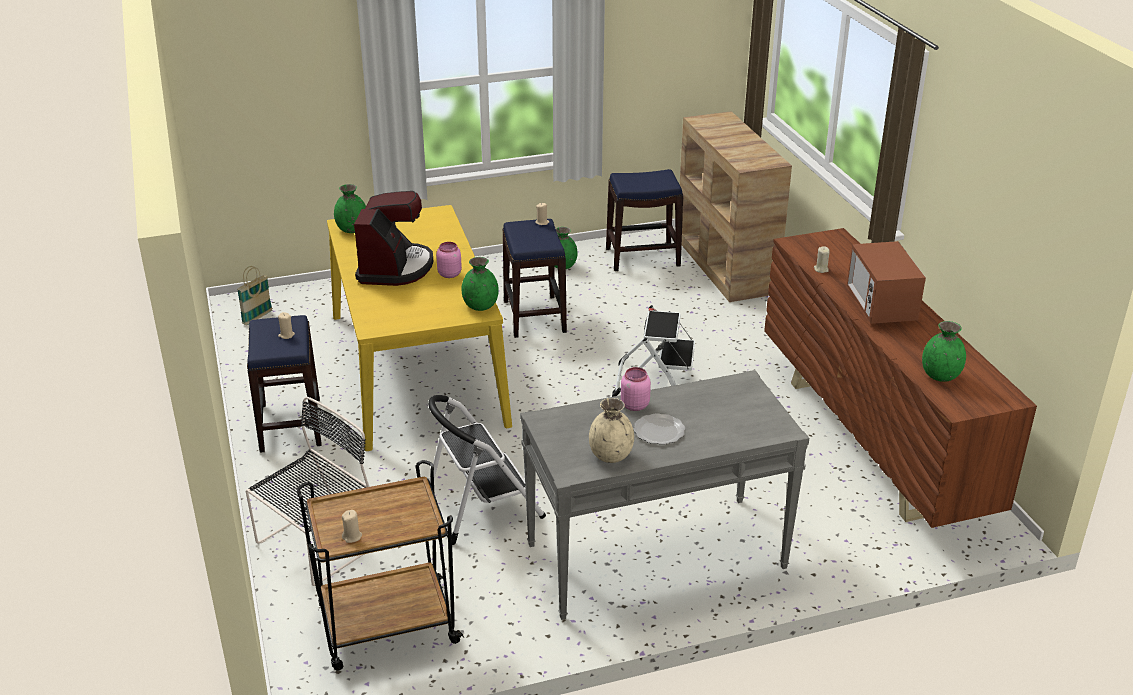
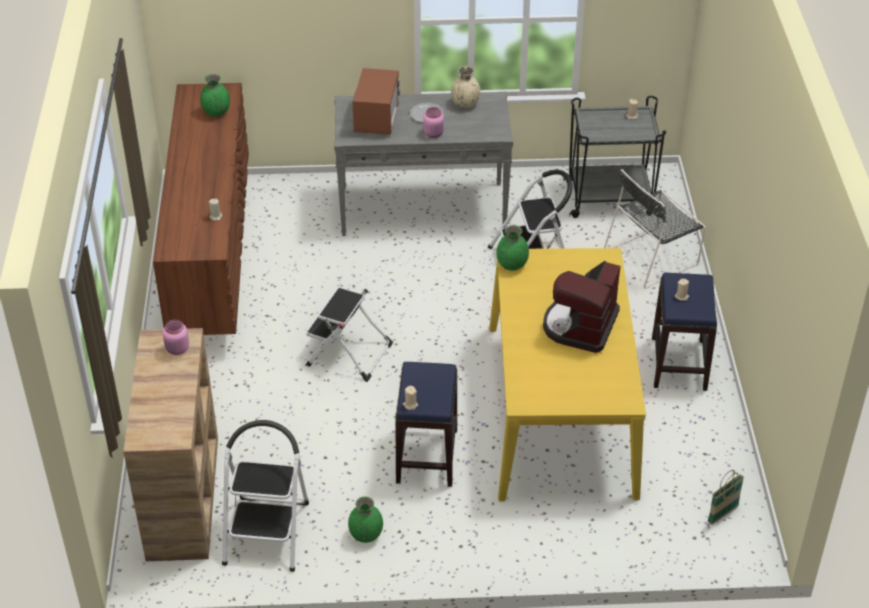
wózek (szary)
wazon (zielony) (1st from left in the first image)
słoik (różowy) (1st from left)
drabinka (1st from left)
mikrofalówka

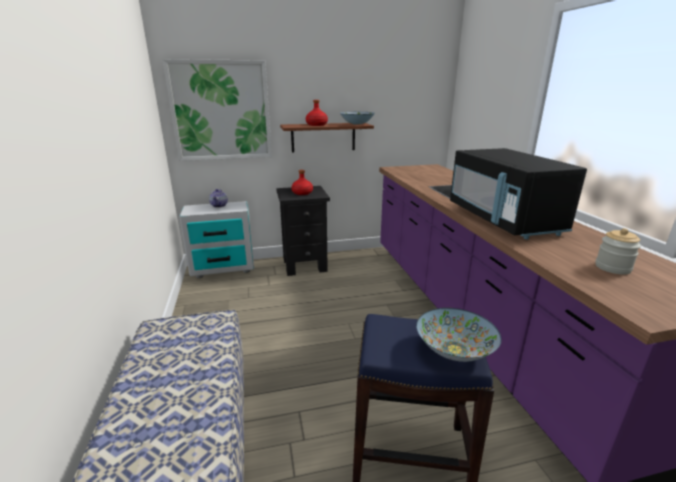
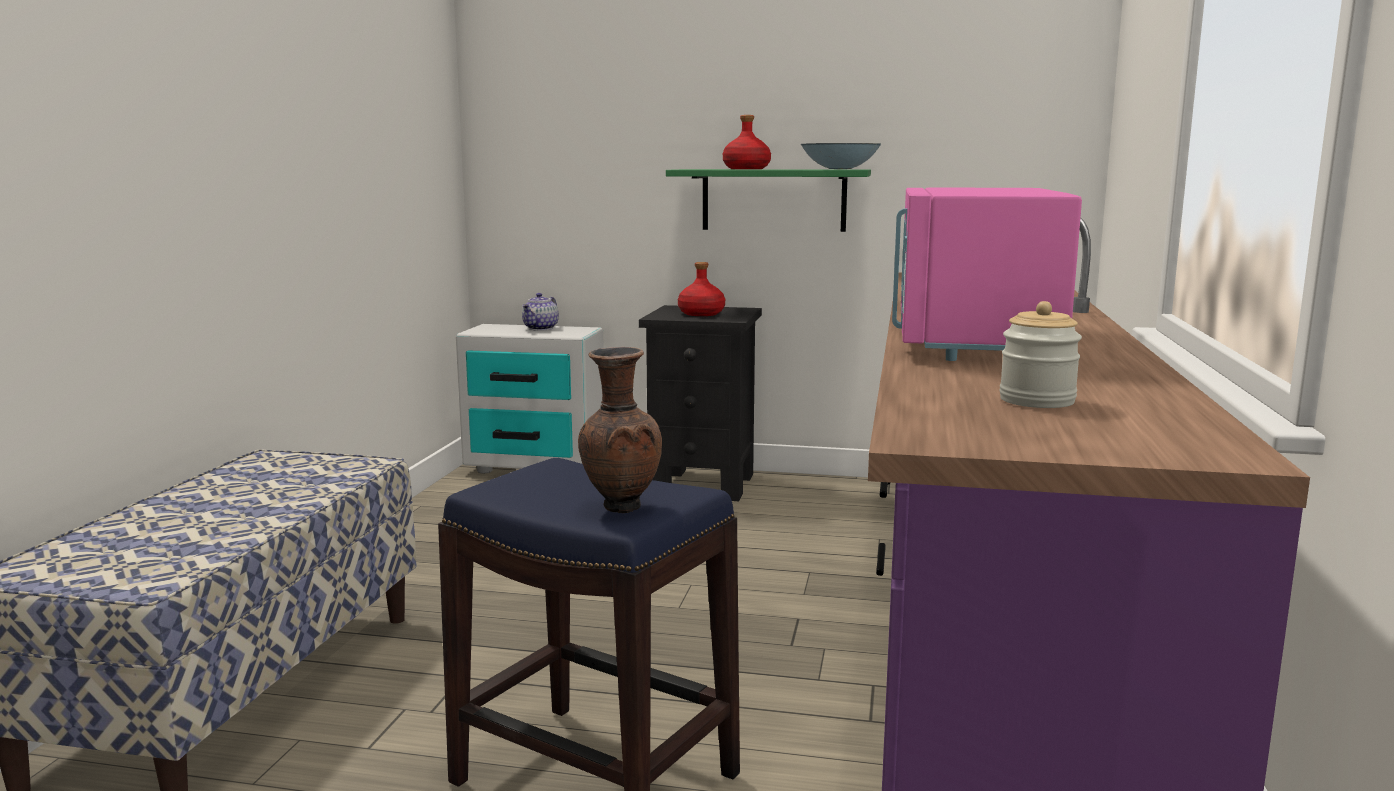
obraz
półka (zielony)
wazon (brązowy)
mikrofalówka (różowy)

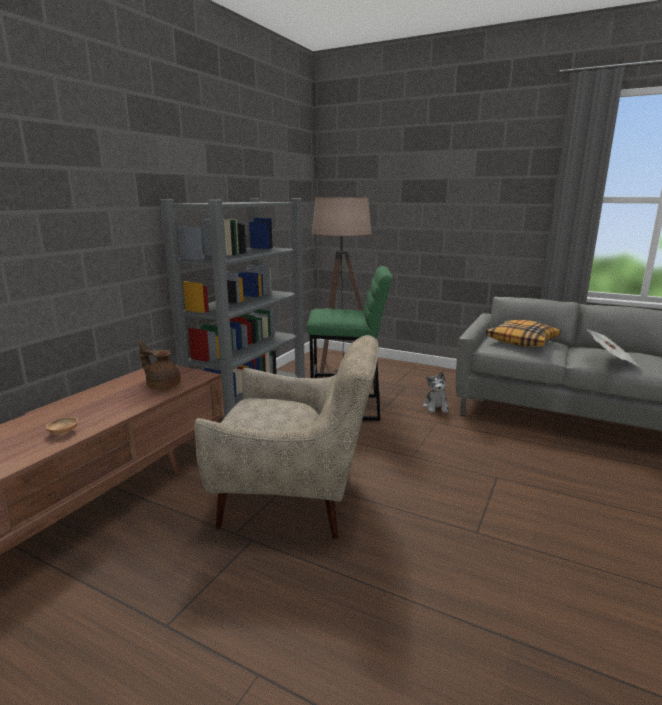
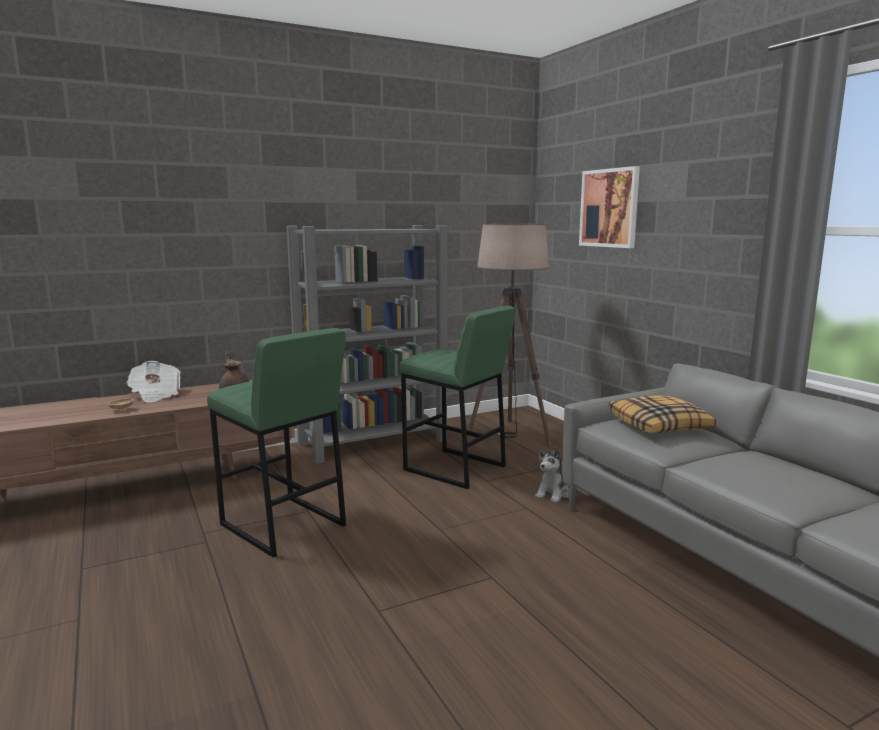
stołek (zielony) (1st from left)
gazeta
obraz

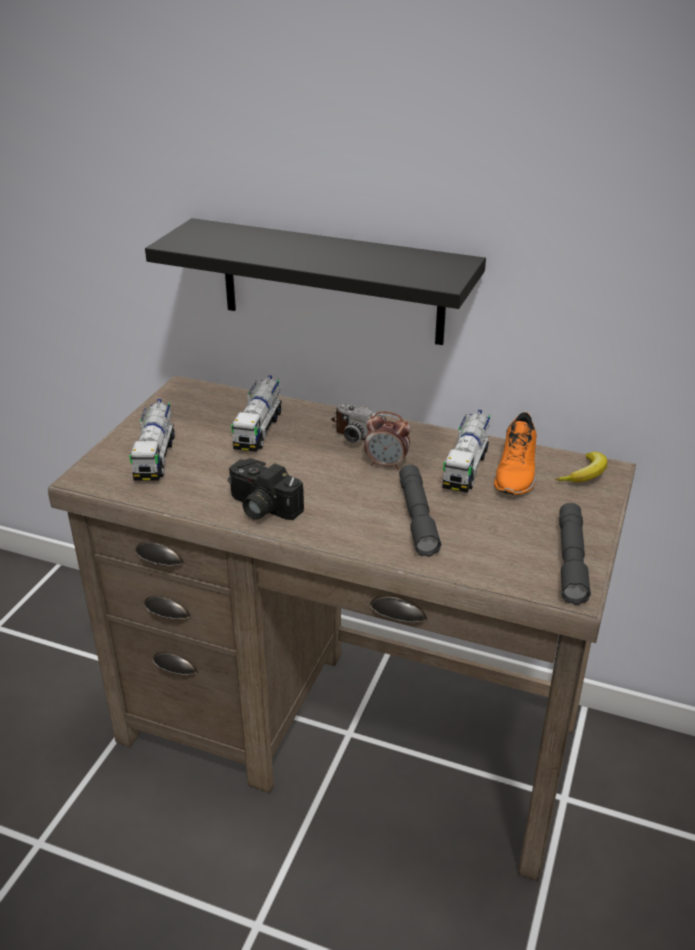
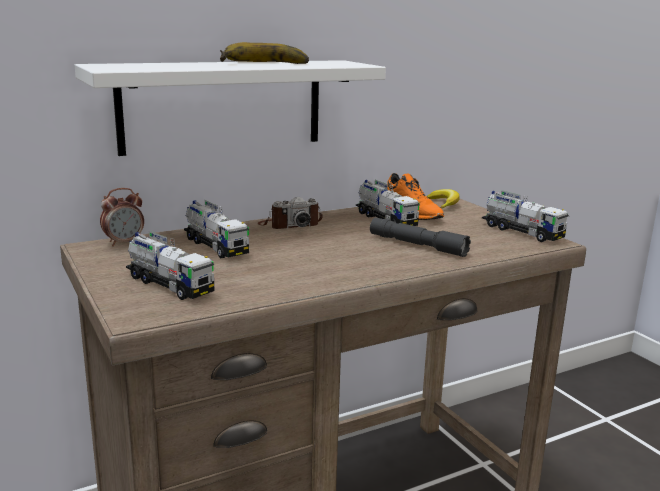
półka (biały)
aparat fotograficzny (1st from left in the first image)
budzik
ciężarówka zabawkowa (4th from left)
banan (1st from left)

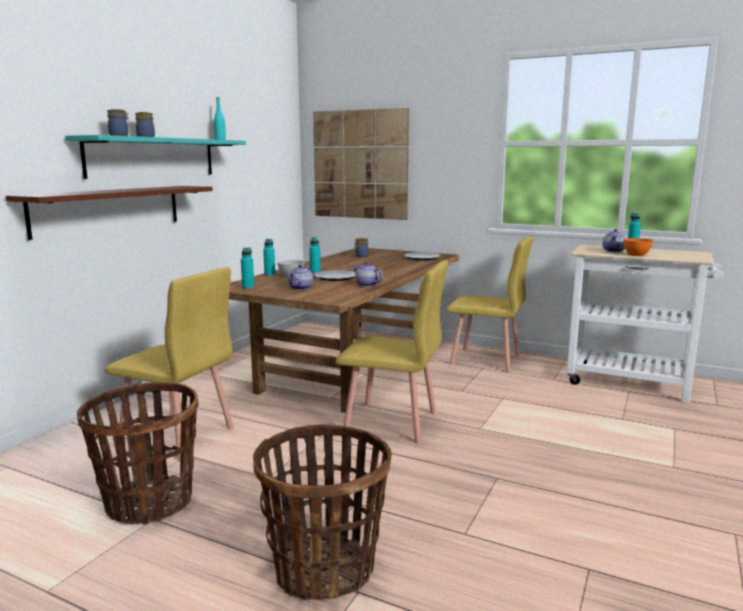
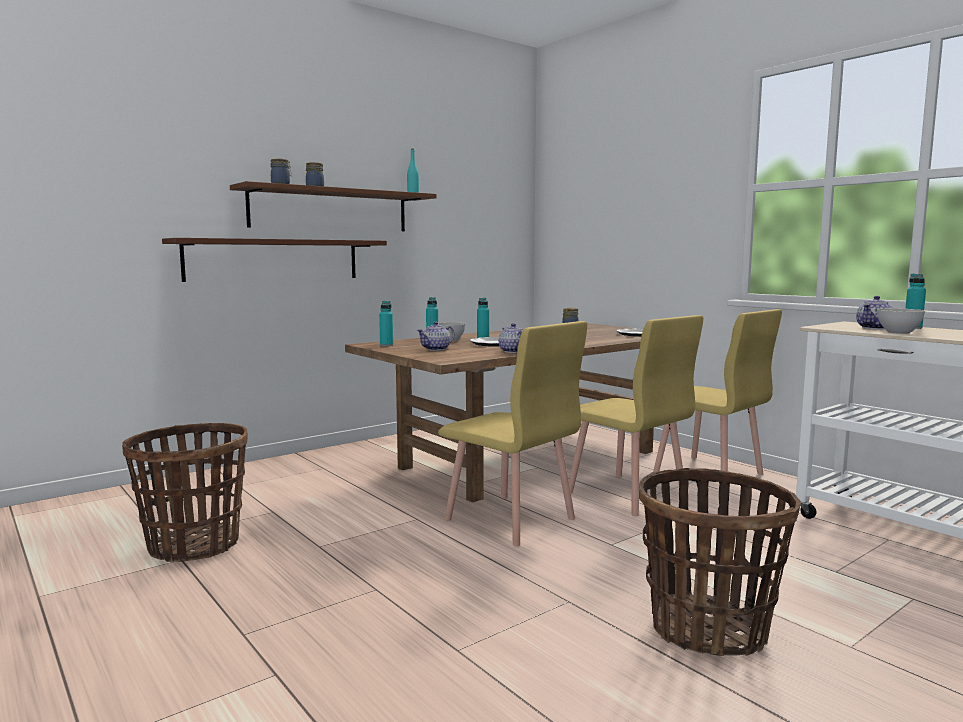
półka (brązowy) (2nd from left)
krzesło (żółty) (2nd from left)
koszyk (2nd from left)
obraz
miska (szary) (2nd from left)

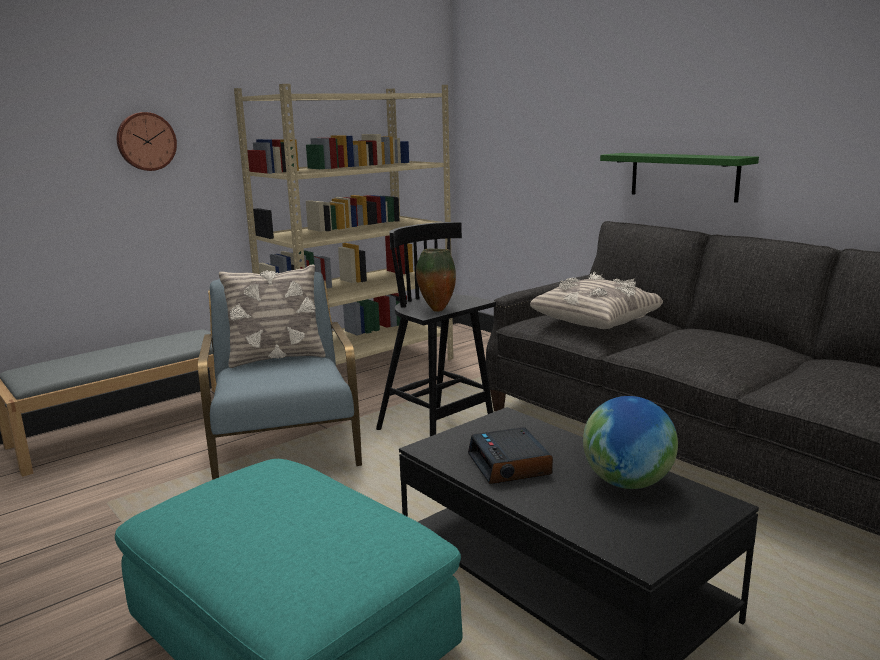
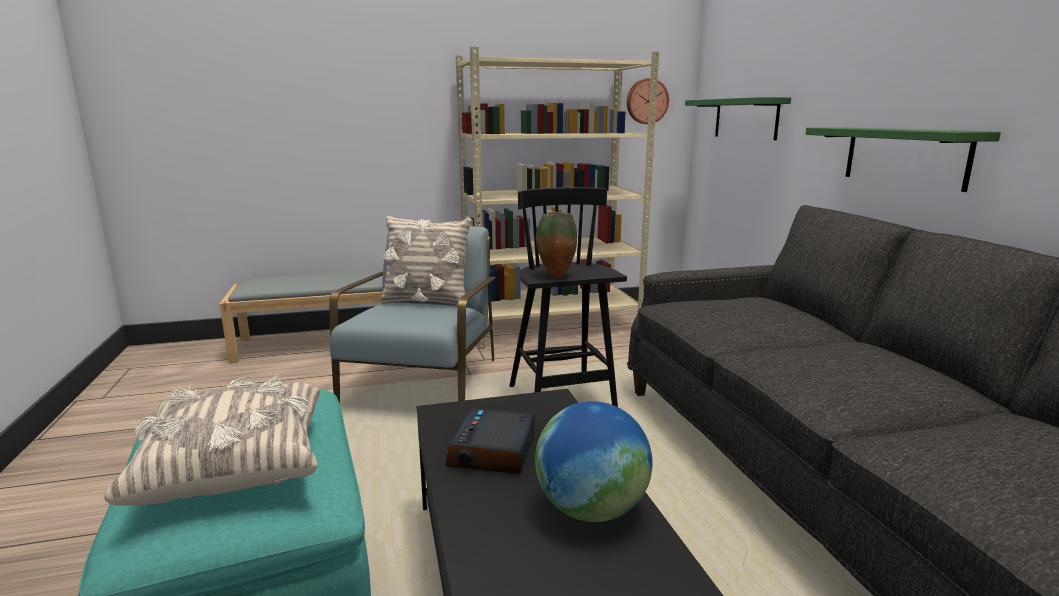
zegar ścienny
poduszka (beżowy) (1st from left)
półka (zielony) (1st from left)

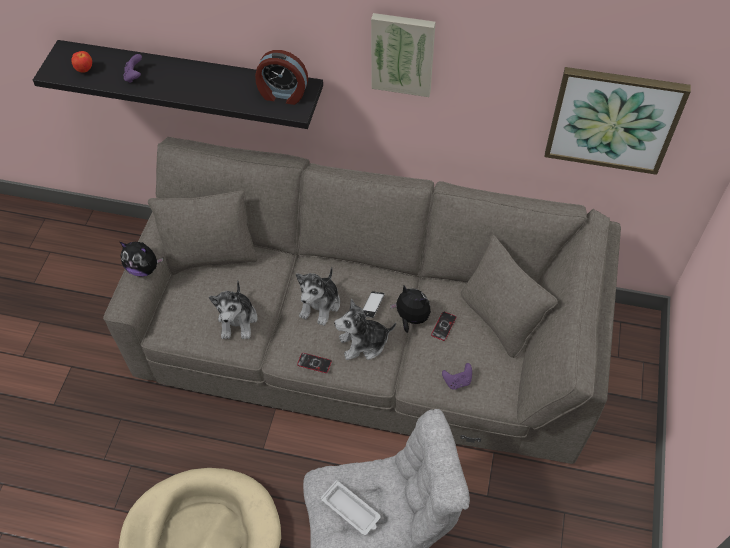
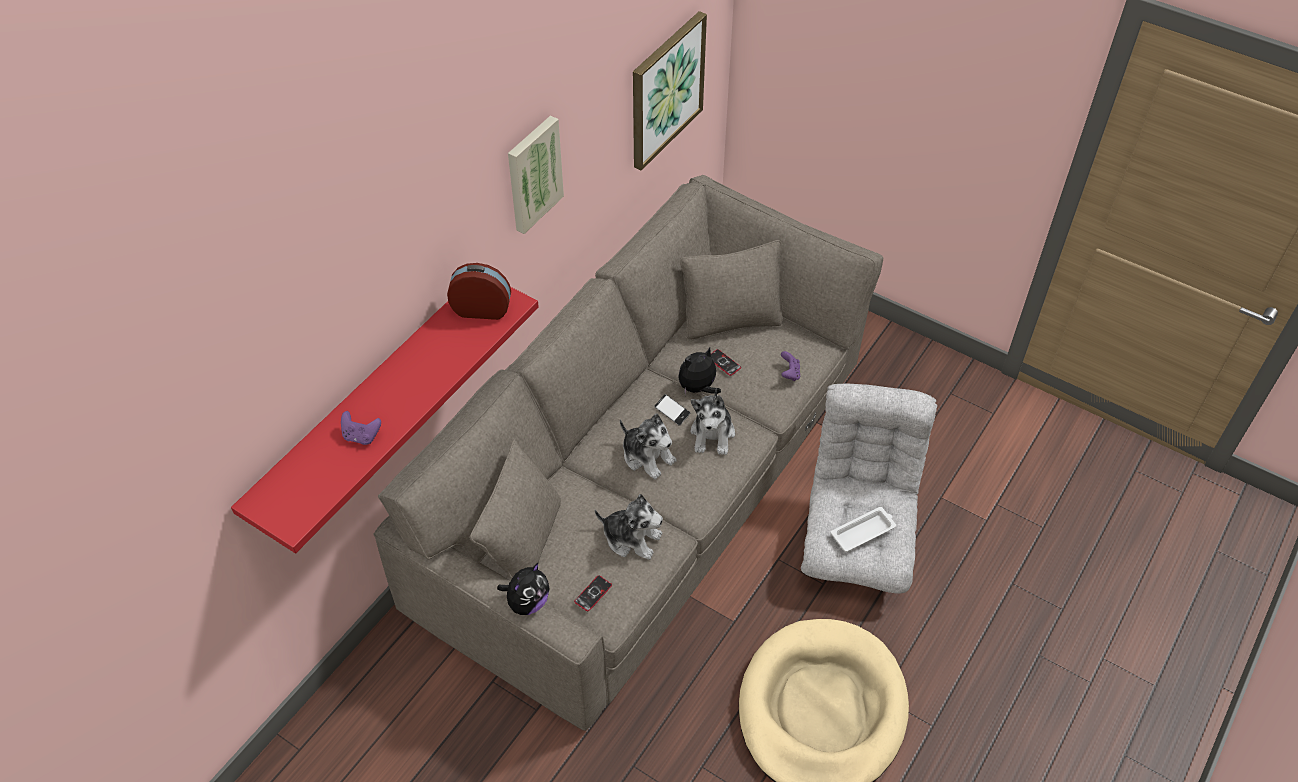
półka (czerwony)
jabłko
budzik
telefon (1st from left)

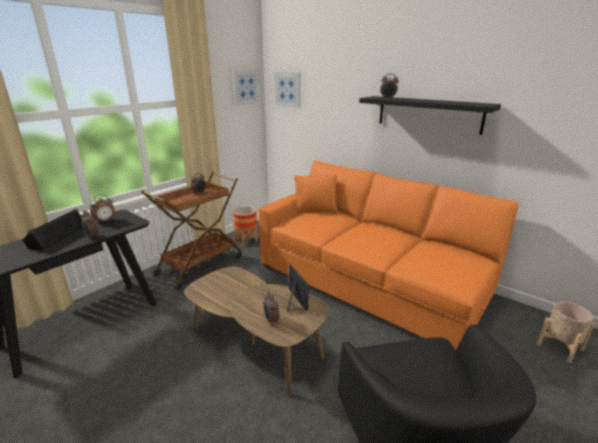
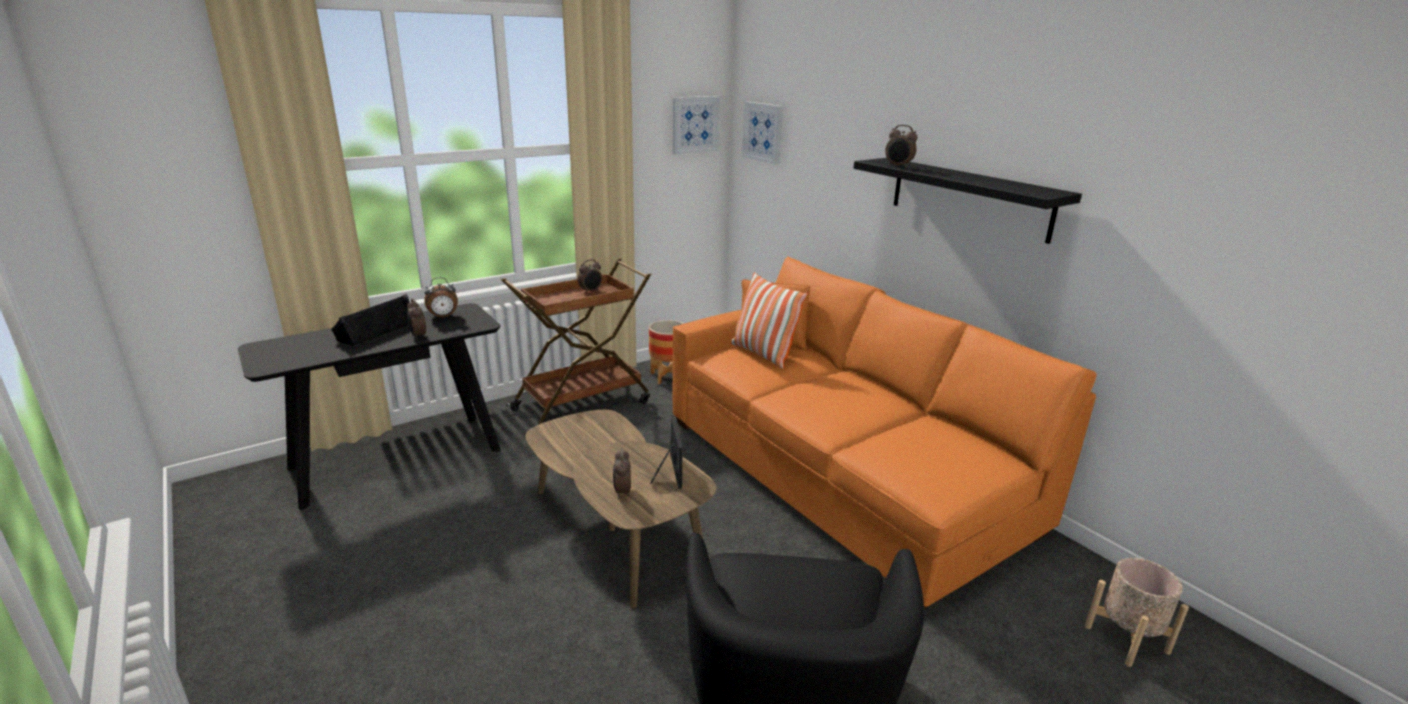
poduszka

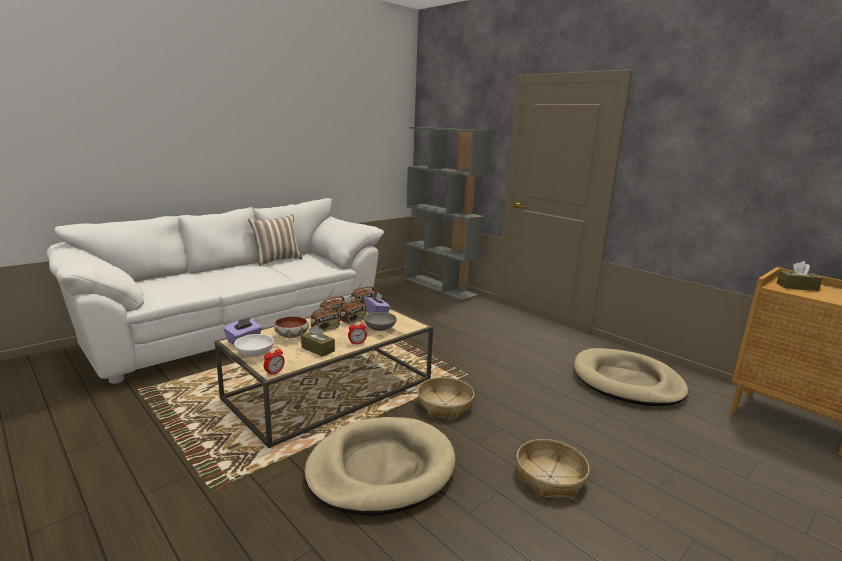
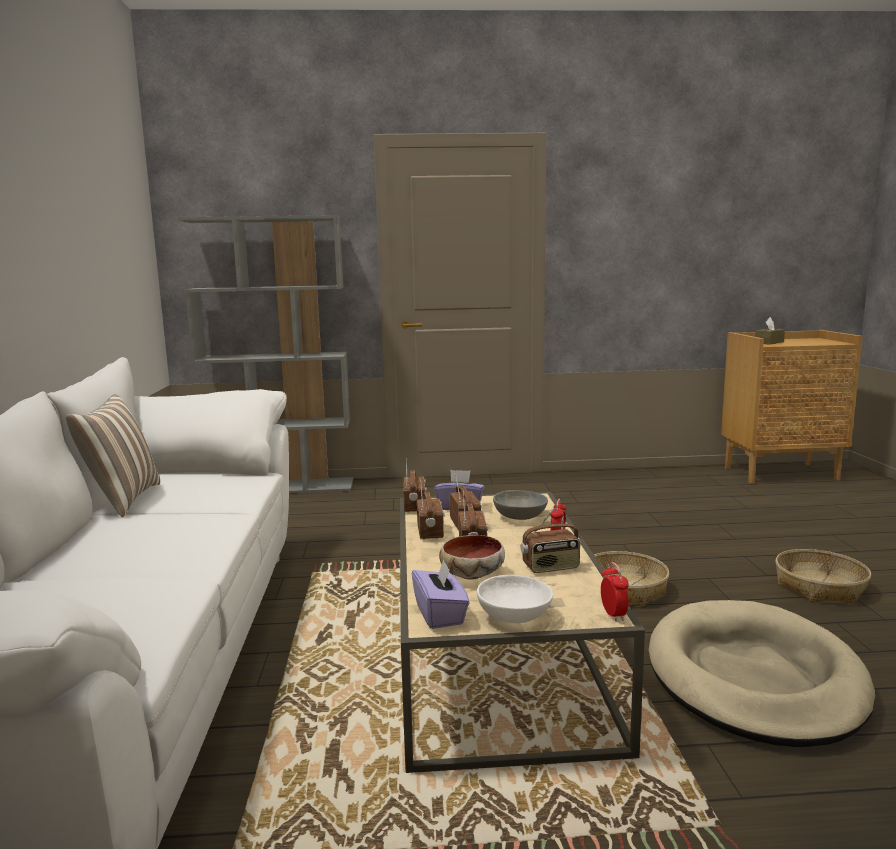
radio (5th from left)
legowisko (beżowy) (2nd from left in the first image)

